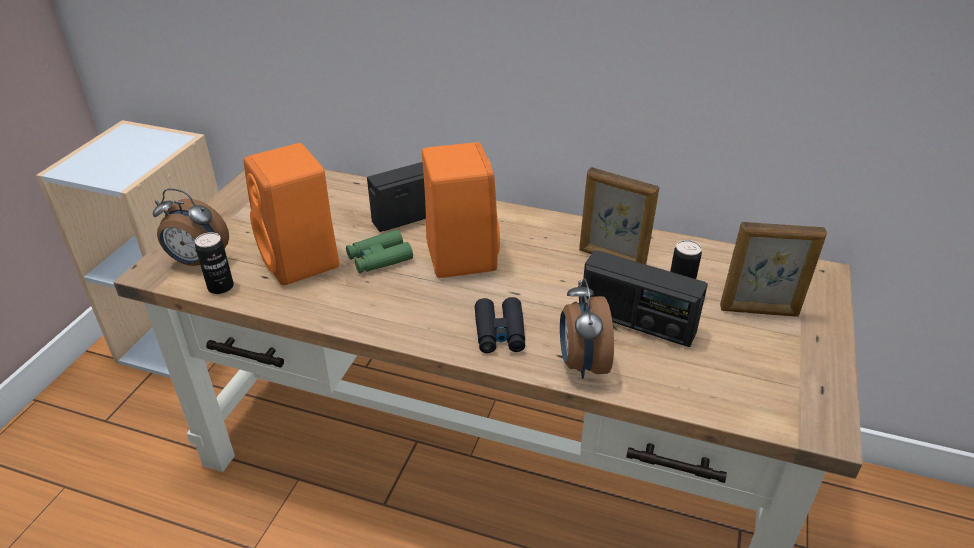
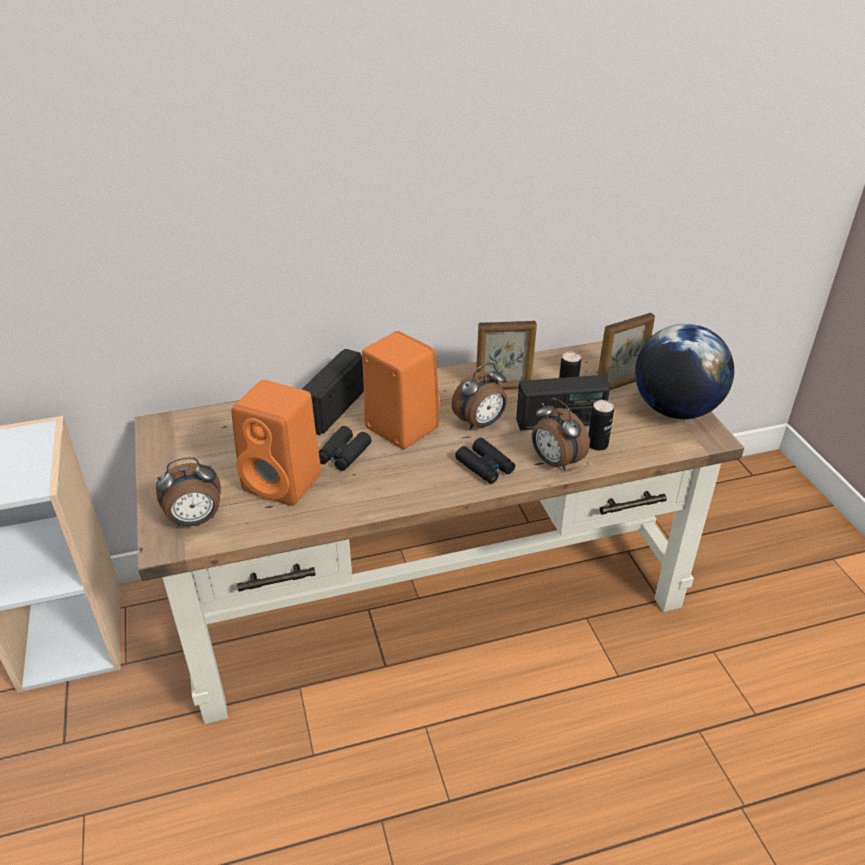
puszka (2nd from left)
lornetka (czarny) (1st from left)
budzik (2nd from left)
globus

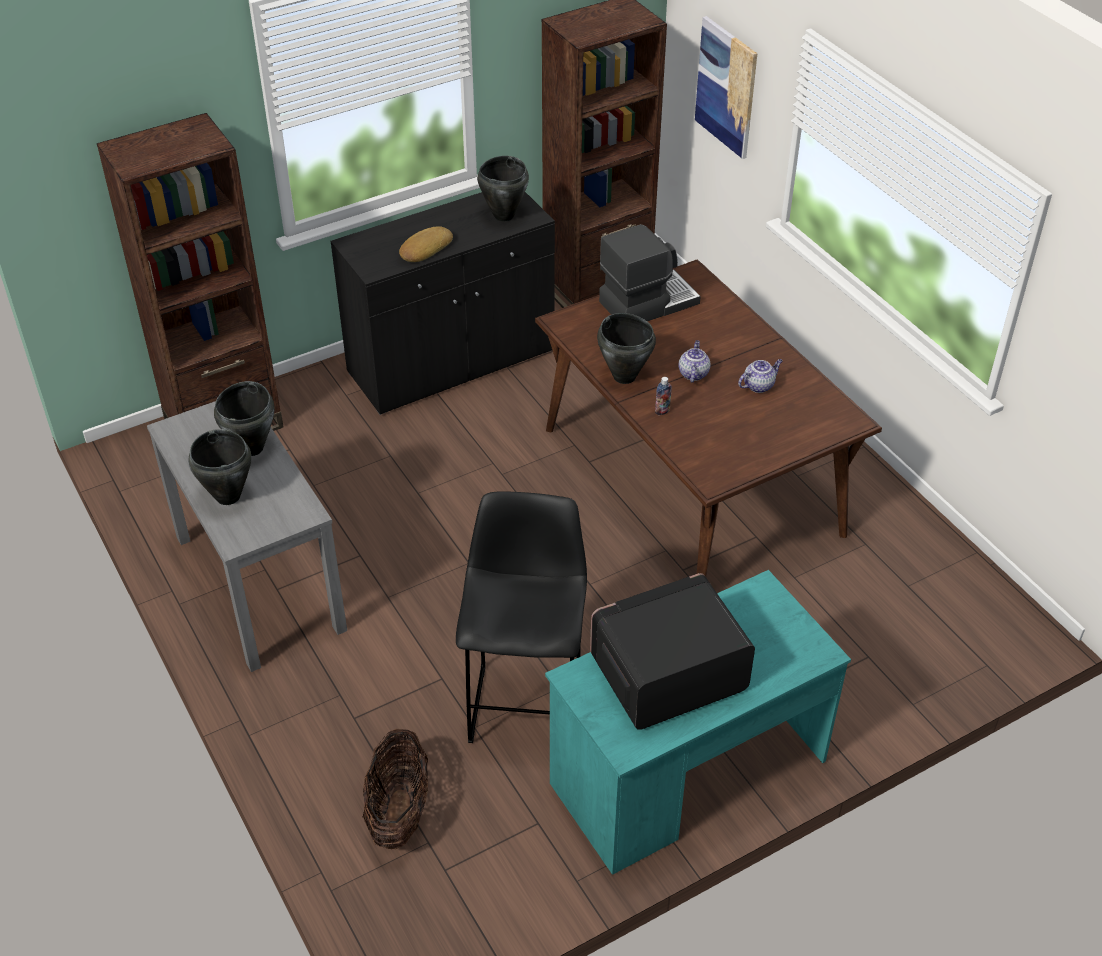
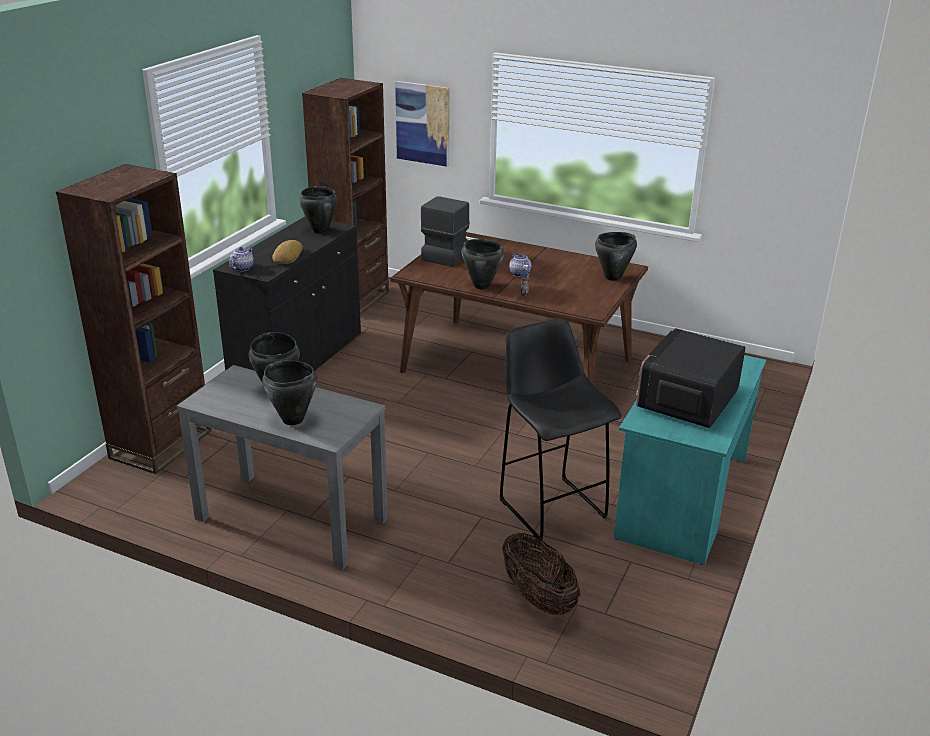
imbryk (1st from left)
garnek (czarny) (5th from left)

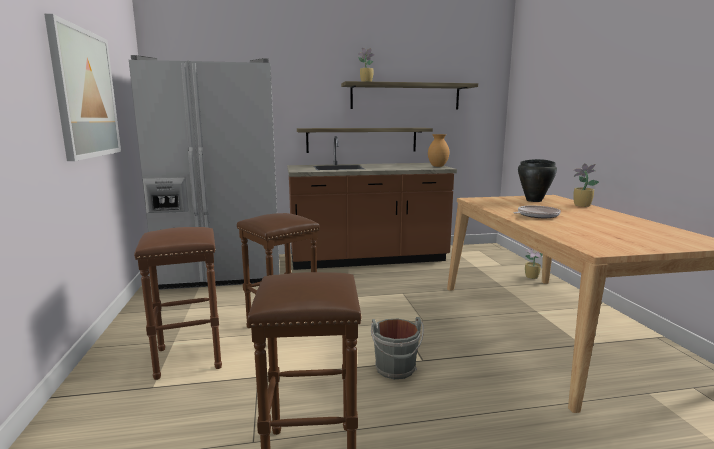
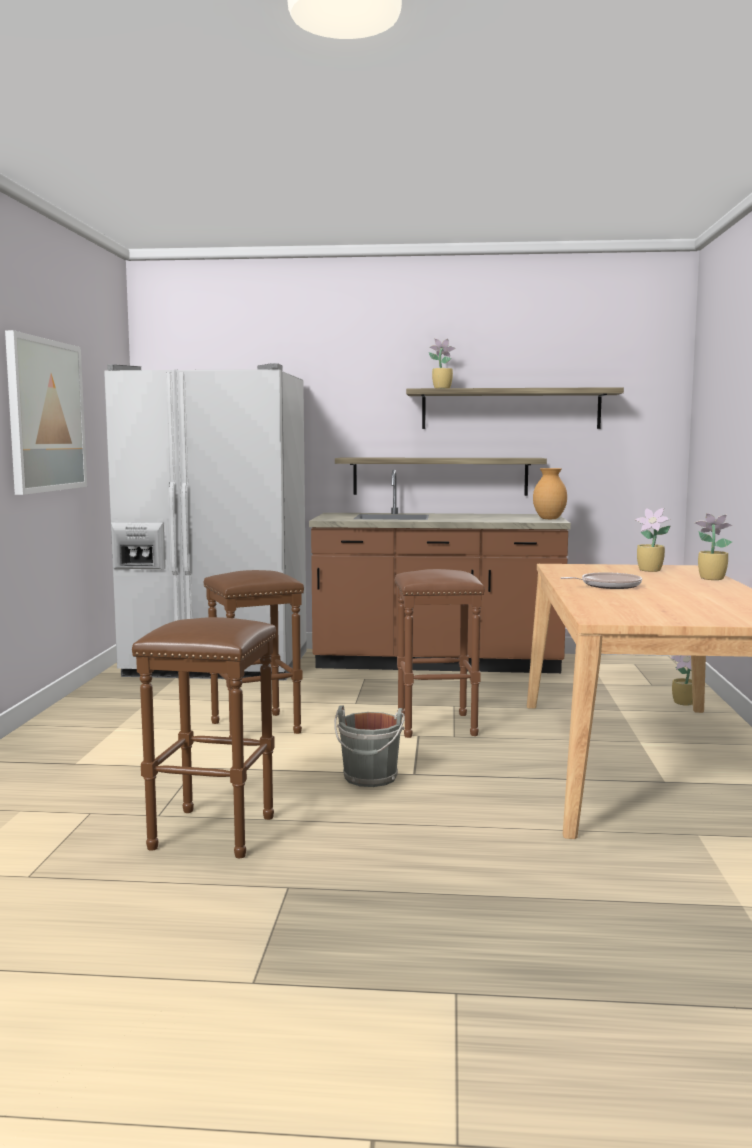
stołek (brązowy) (3rd from left)
roślina doniczkowa (2nd from left)

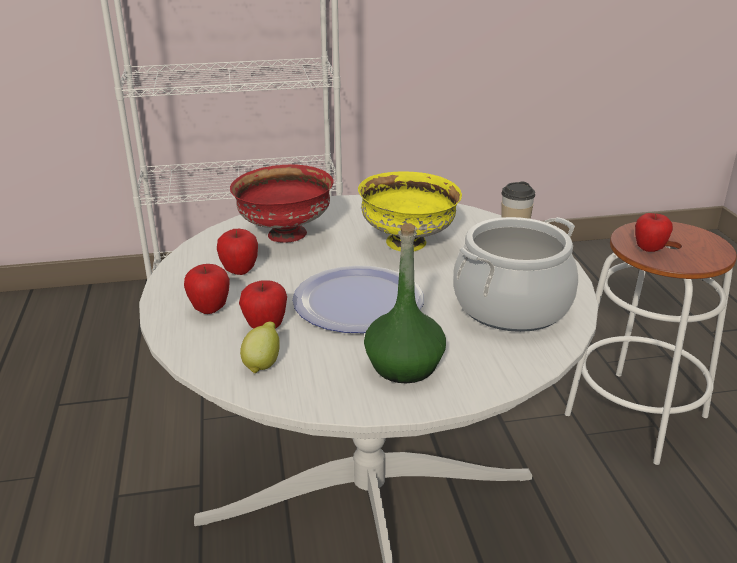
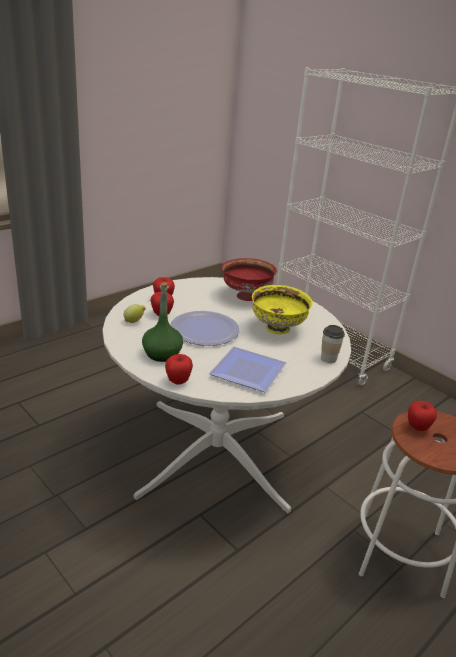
jabłko (3rd from left)
talerz (2nd from left)

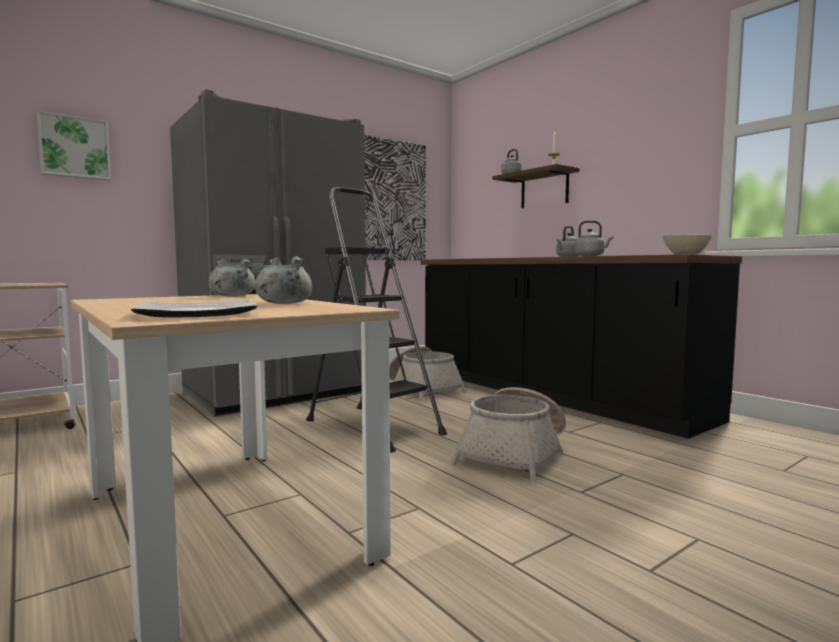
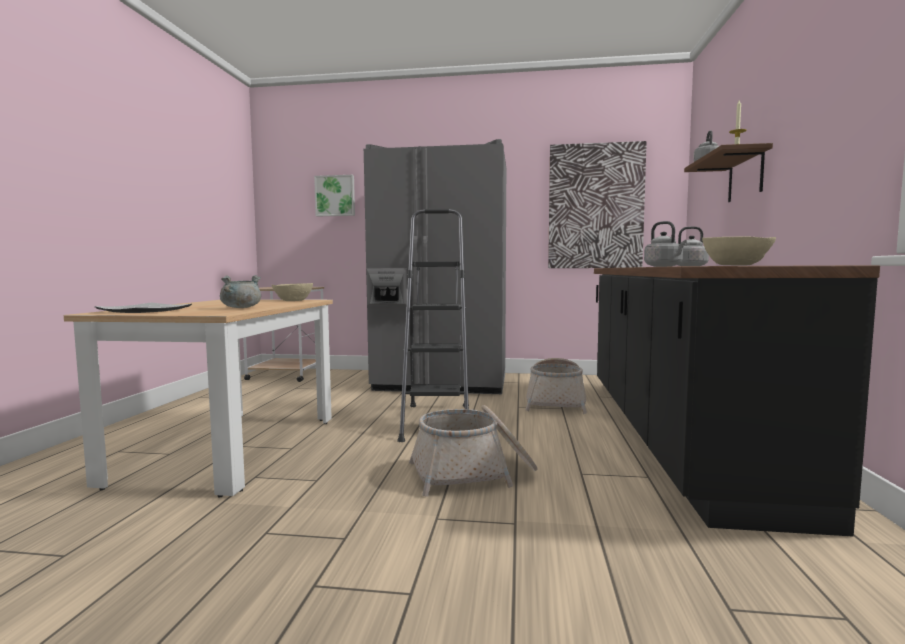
miska (beżowy) (1st from left)

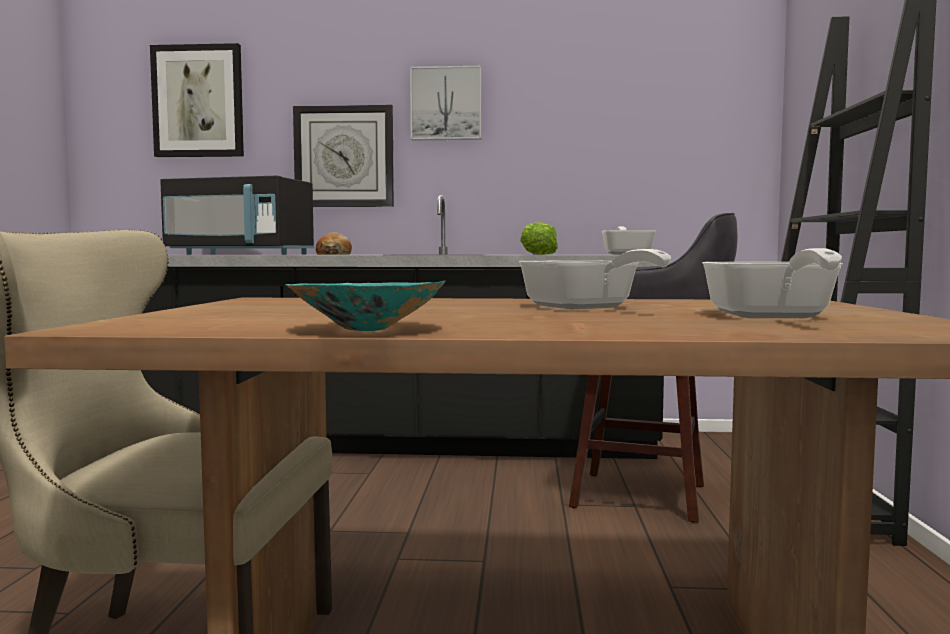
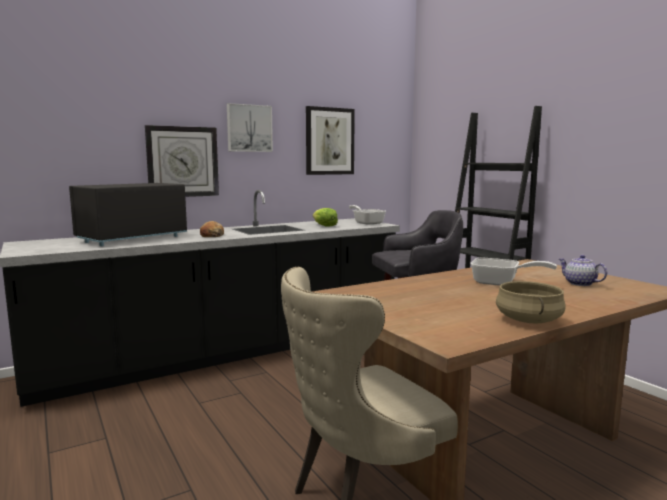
obraz (2nd from left)
mikrofalówka (czarny)
garnek (beżowy)
imbryk

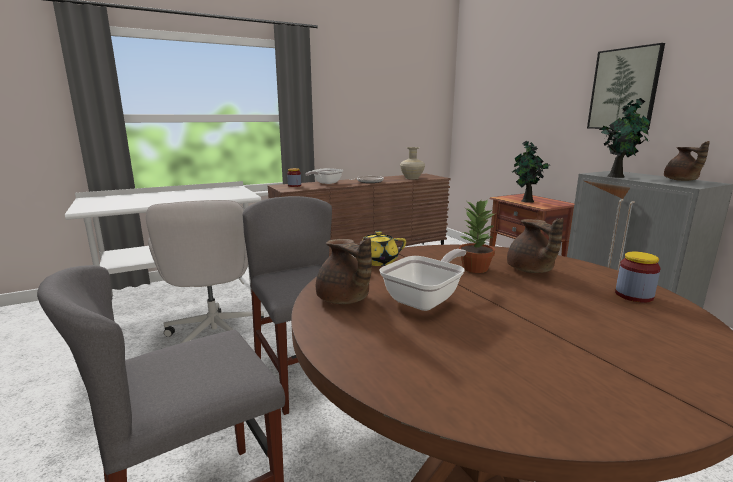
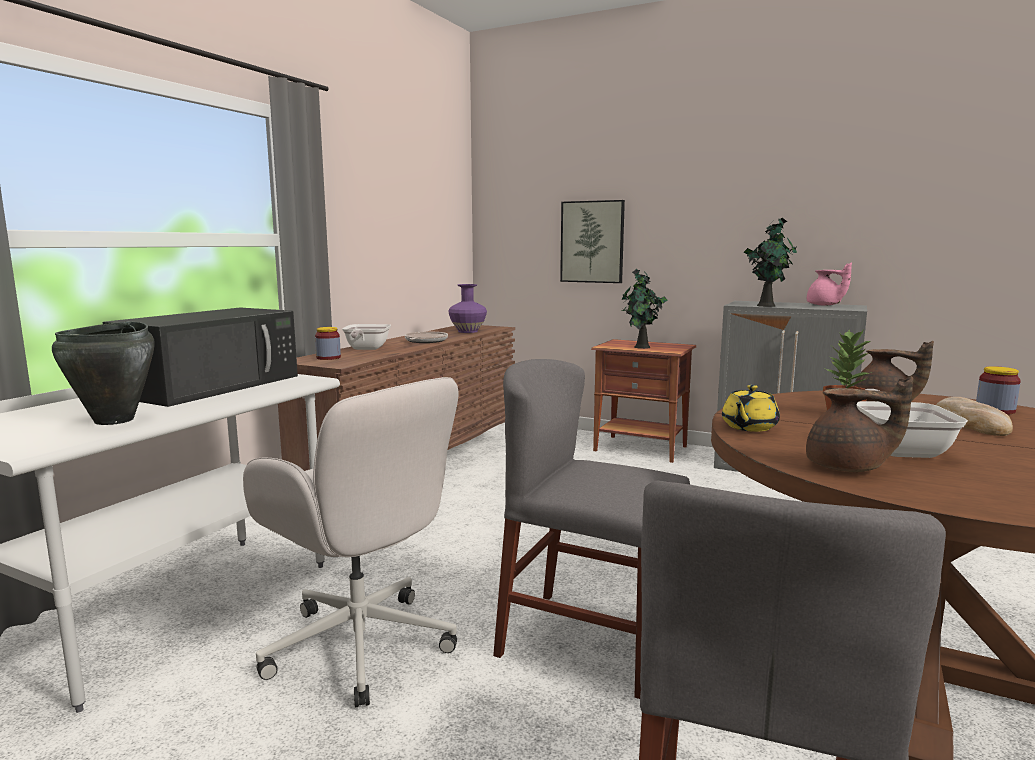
wazon (fioletowy)
obraz
imbryk (różowy)
garnek (czarny)
mikrofalówka (czarny)
chleb

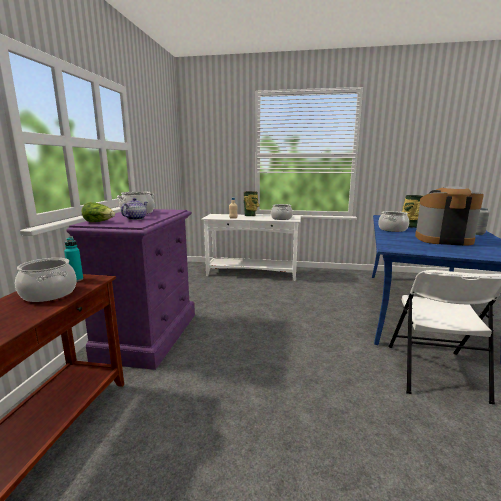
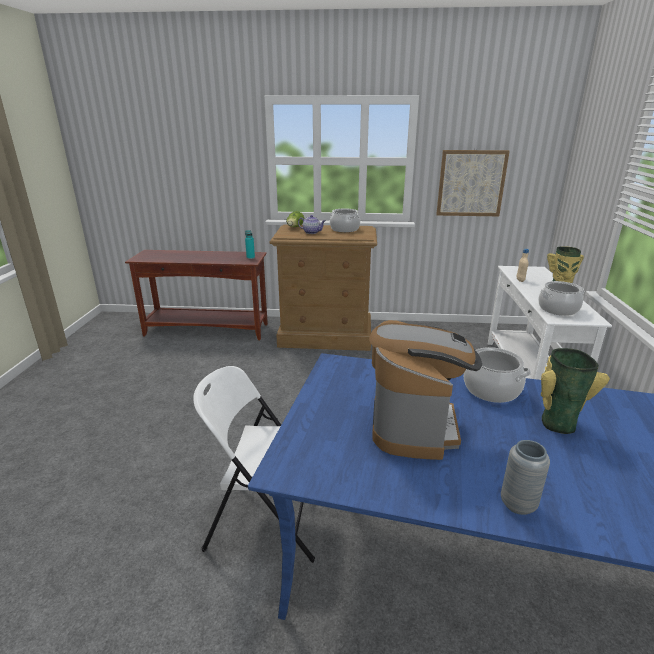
garnek (1st from left in the first image)
komoda (brązowy)
obraz

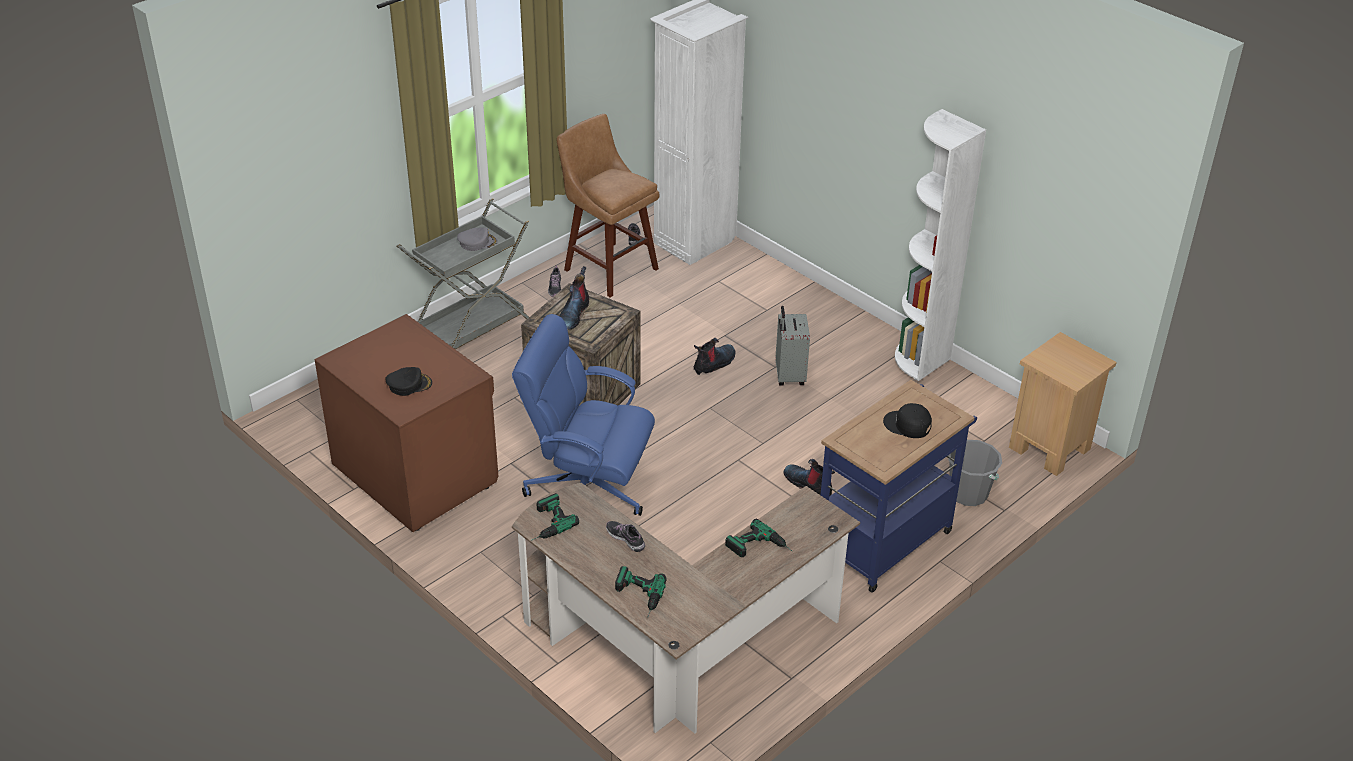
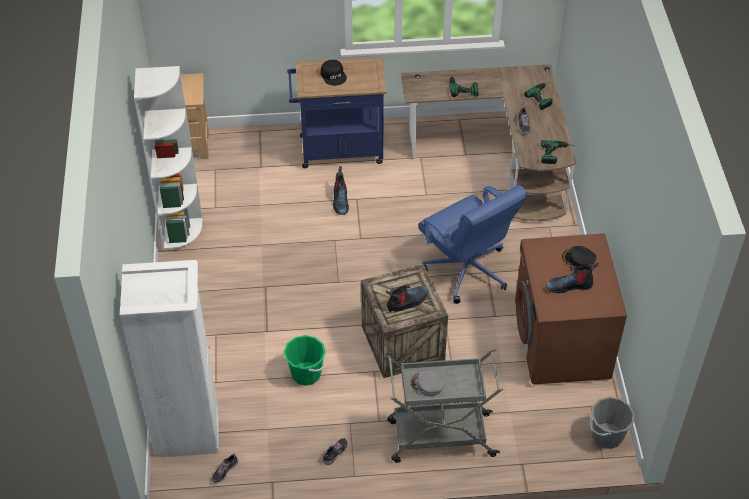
stołek (brązowy)
but z cholewką (3rd from left)
walizka (szary)
wiadro (szary)
wiadro (zielony)

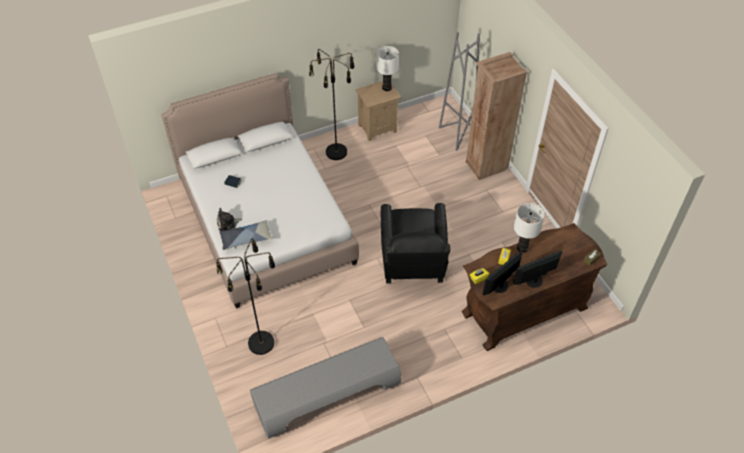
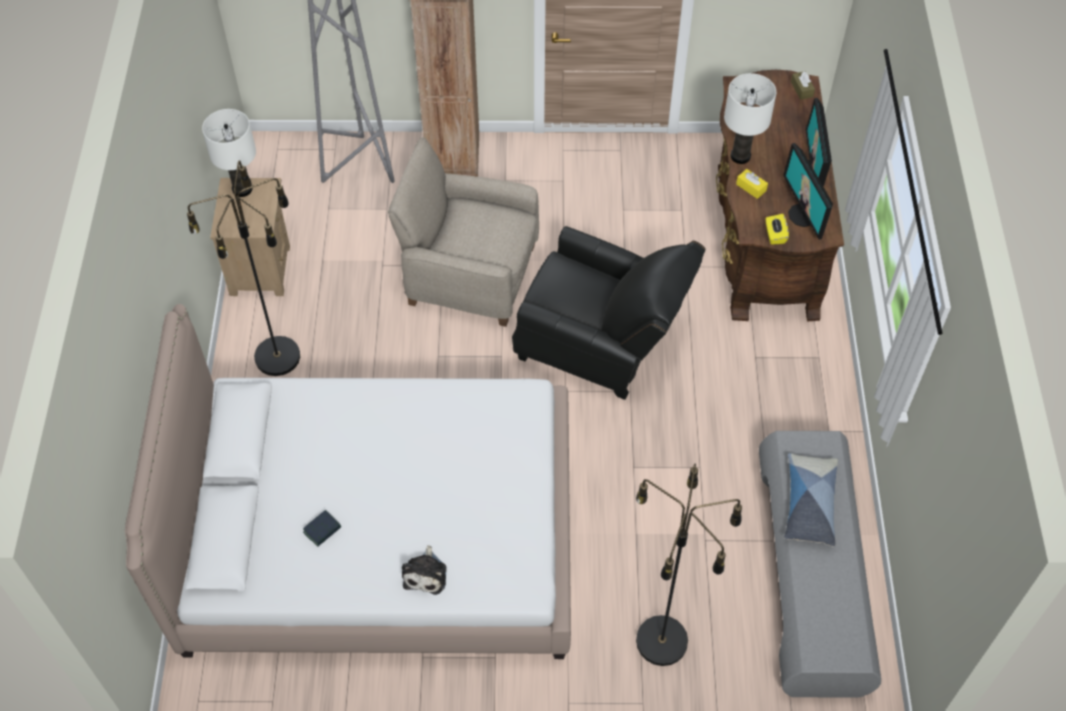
poduszka
fotel (beżowy)

